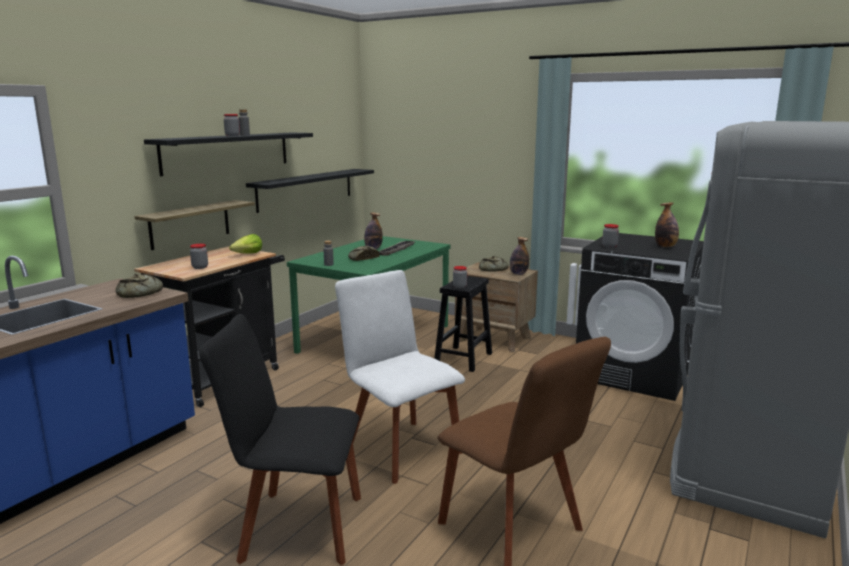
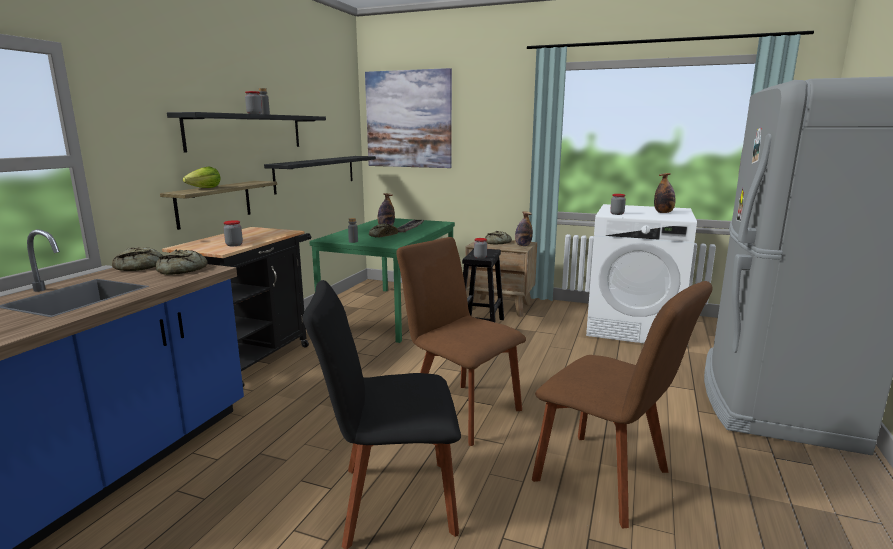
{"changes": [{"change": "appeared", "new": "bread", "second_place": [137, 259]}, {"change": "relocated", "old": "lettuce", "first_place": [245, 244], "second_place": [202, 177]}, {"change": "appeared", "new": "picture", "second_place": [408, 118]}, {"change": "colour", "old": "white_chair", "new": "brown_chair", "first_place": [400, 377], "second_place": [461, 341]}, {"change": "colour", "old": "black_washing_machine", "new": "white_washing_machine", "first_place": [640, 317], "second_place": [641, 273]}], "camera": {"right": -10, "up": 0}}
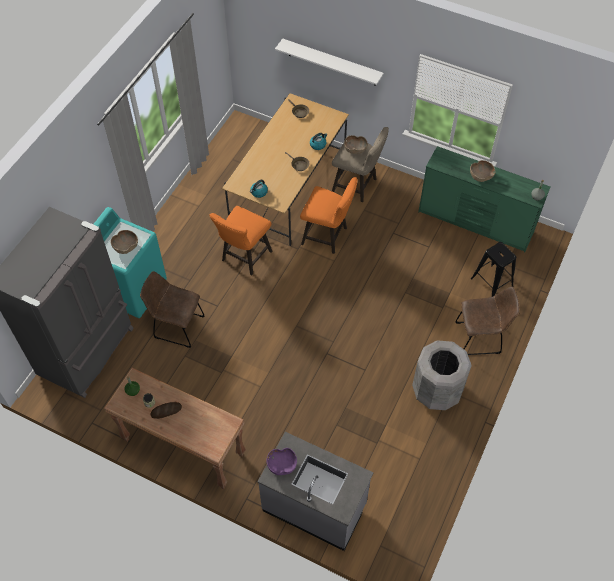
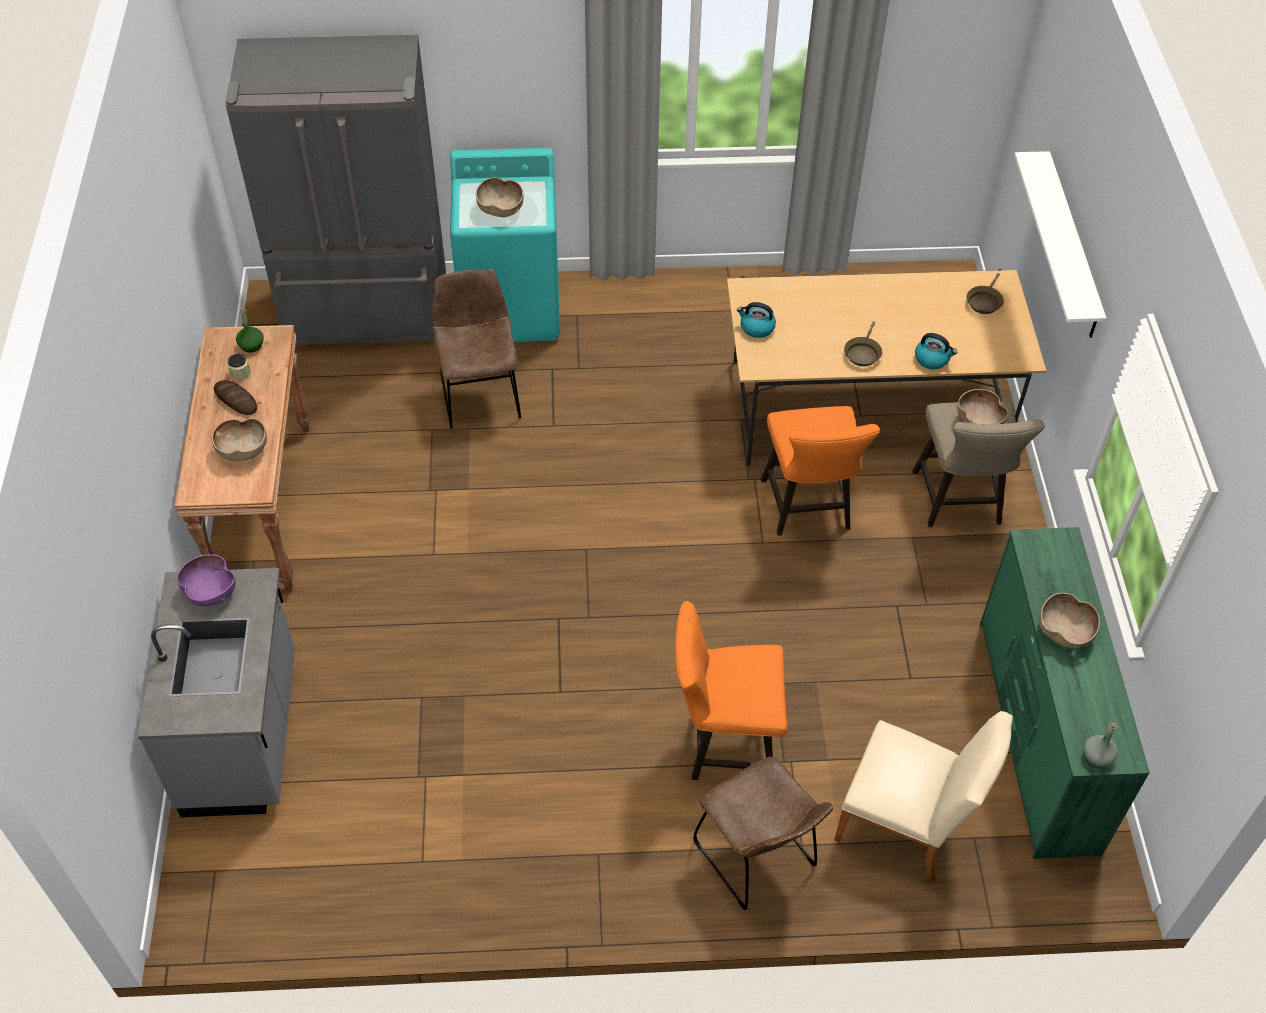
{"changes": [{"change": "appeared", "new": "brown_bowl", "second_place": [239, 439]}, {"change": "relocated", "old": "orange_stool", "first_place": [240, 240], "second_place": [731, 690]}, {"change": "exchanged", "old": "black_stool", "new": "beige_chair", "first_place": [493, 269], "second_place": [923, 796]}, {"change": "missing", "old": "grey_trash_can", "first_place": [442, 375]}], "camera": {"right": 60, "up": -5}}
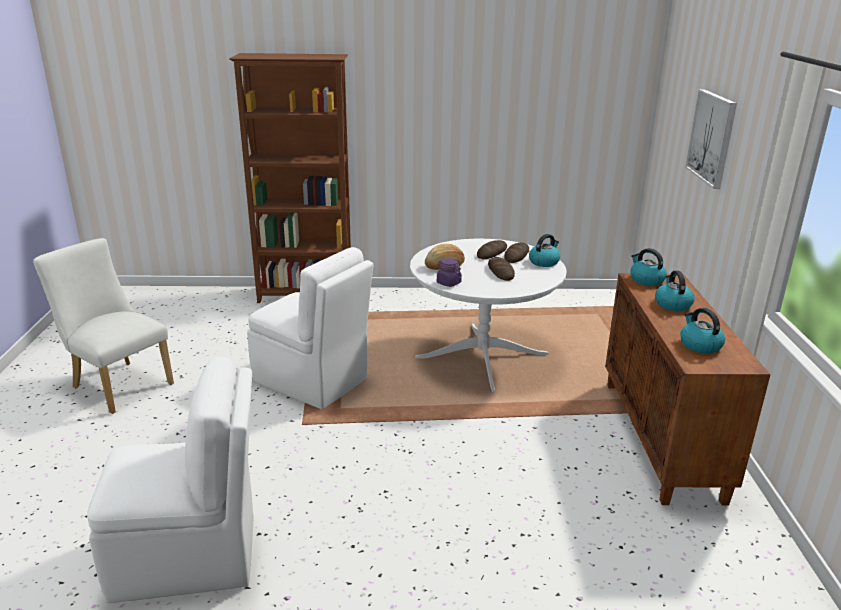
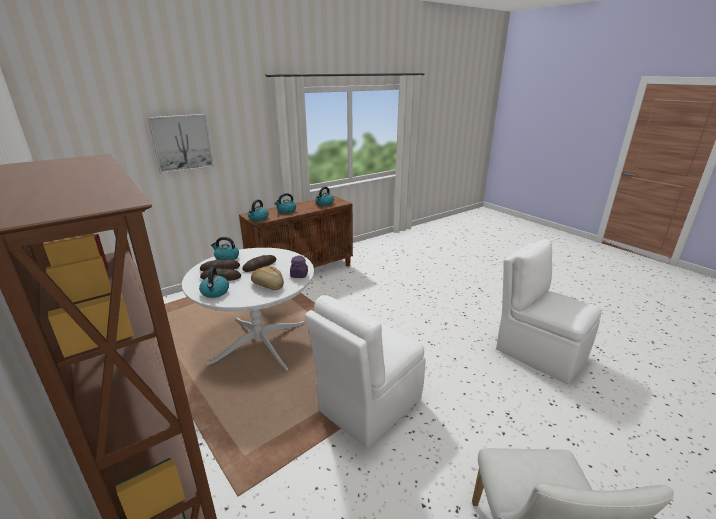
{"changes": [{"change": "appeared", "new": "kettle", "second_place": [214, 282]}, {"change": "spun", "old": "white_chair", "first_place": [310, 328], "second_place": [365, 371], "degrees": -135}], "camera": {"right": -125, "up": 0}}
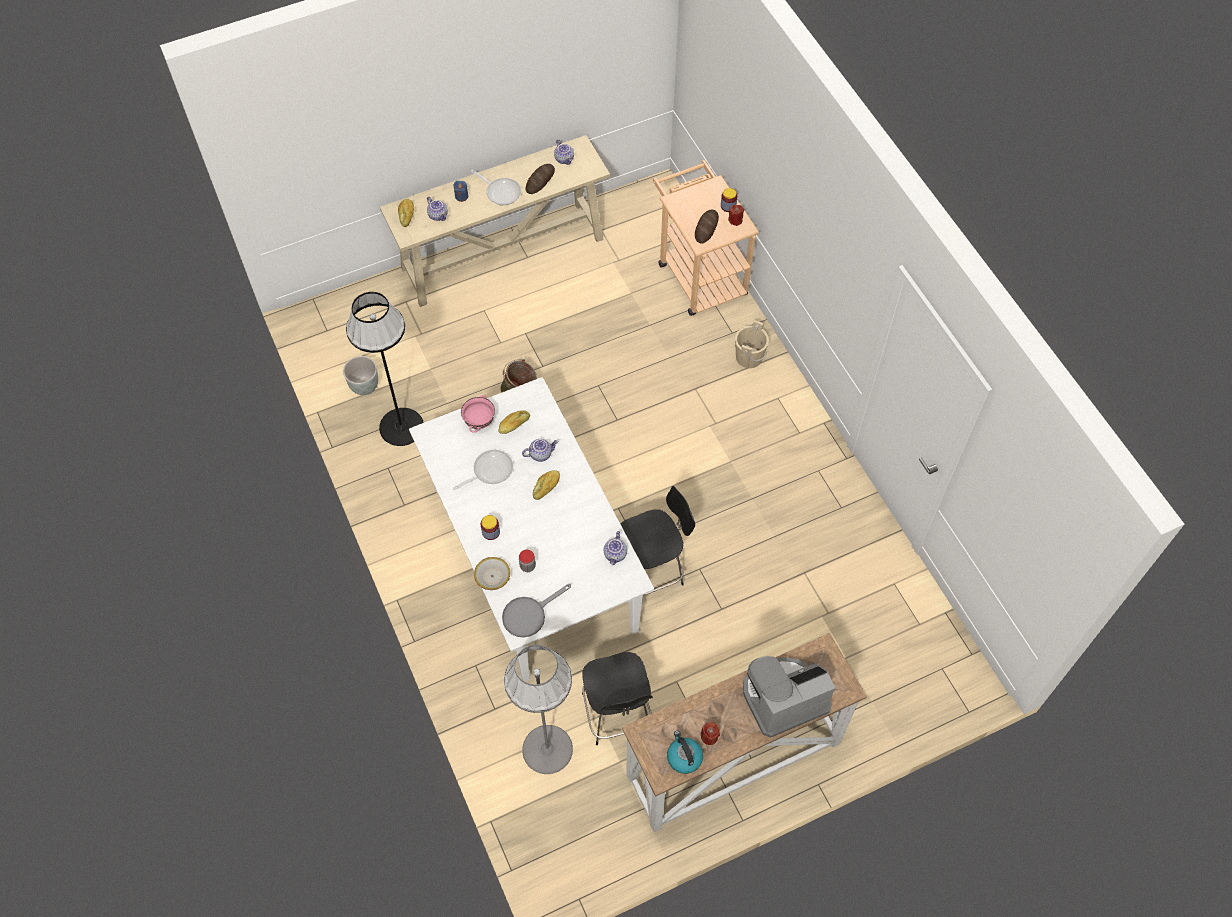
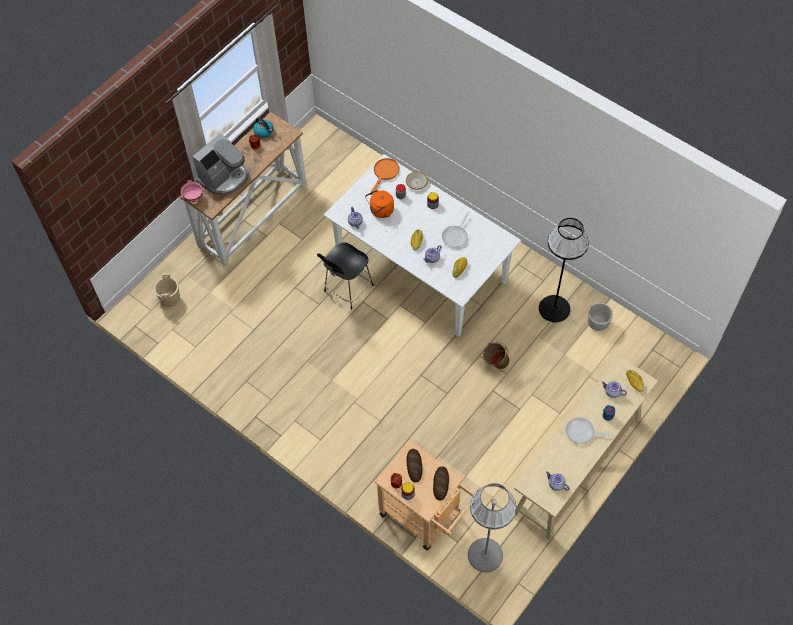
{"changes": [{"change": "relocated", "old": "beige_bucket", "first_place": [752, 344], "second_place": [167, 290]}, {"change": "relocated", "old": "pink_bowl", "first_place": [478, 414], "second_place": [191, 192]}, {"change": "appeared", "new": "orange_kettle", "second_place": [379, 204]}, {"change": "colour", "old": "grey_frying_pan", "new": "orange_frying_pan", "first_place": [536, 611], "second_place": [384, 176]}, {"change": "relocated", "old": "bread", "first_place": [540, 179], "second_place": [441, 483]}, {"change": "relocated", "old": "grey_floor_lamp", "first_place": [538, 709], "second_place": [492, 527]}, {"change": "missing", "old": "black_chair", "first_place": [617, 698]}], "camera": {"right": 155, "up": 0}}
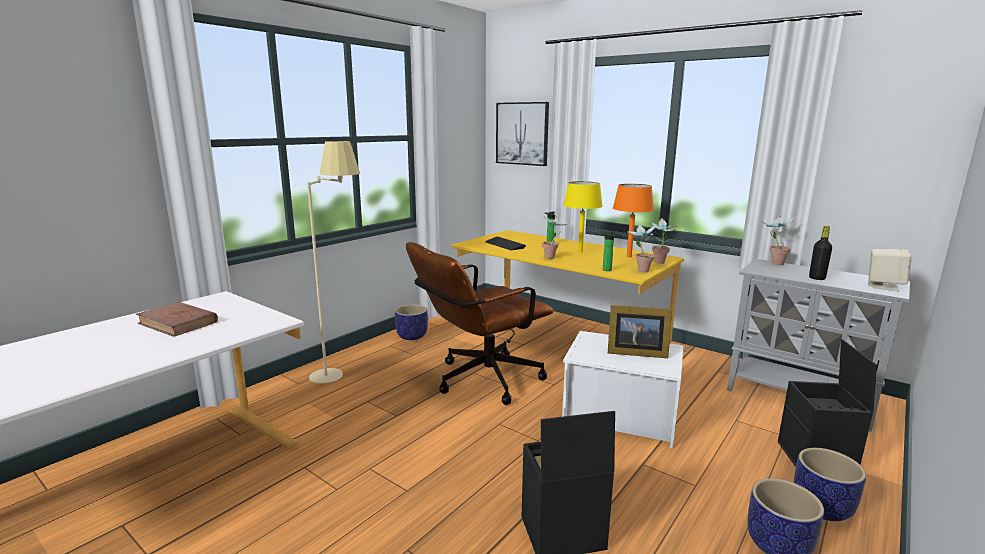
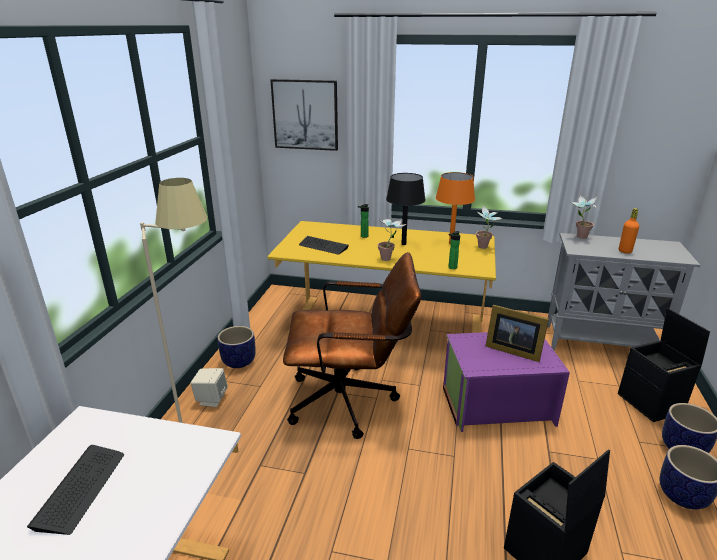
{"changes": [{"change": "exchanged", "old": "brown_book", "new": "keyboard", "first_place": [177, 319], "second_place": [75, 490]}, {"change": "relocated", "old": "beige_speaker", "first_place": [890, 270], "second_place": [209, 387]}, {"change": "spun", "old": "brown_office_chair", "first_place": [480, 323], "second_place": [352, 345], "degrees": -120}, {"change": "colour", "old": "yellow_table_lamp", "new": "black_table_lamp", "first_place": [583, 217], "second_place": [406, 209]}, {"change": "colour", "old": "white_storage_box", "new": "purple_storage_box", "first_place": [622, 390], "second_place": [506, 382]}, {"change": "spun", "old": "picture_frame", "first_place": [640, 331], "second_place": [517, 333], "degrees": 45}, {"change": "colour", "old": "black_bottle", "new": "orange_bottle", "first_place": [820, 253], "second_place": [629, 231]}, {"change": "missing", "old": "potted_plant", "first_place": [641, 248]}], "camera": {"right": -25, "up": 10}}
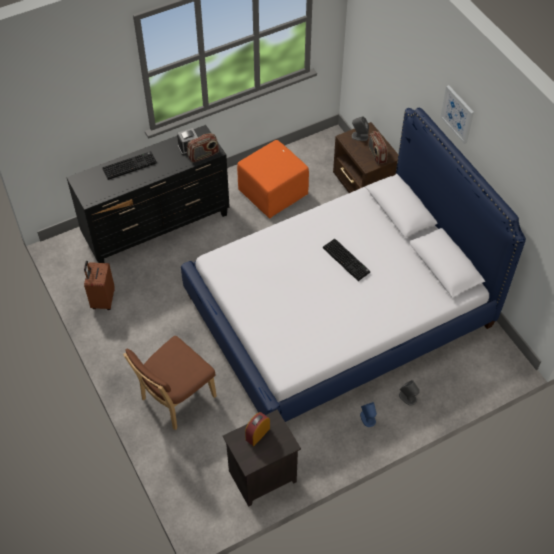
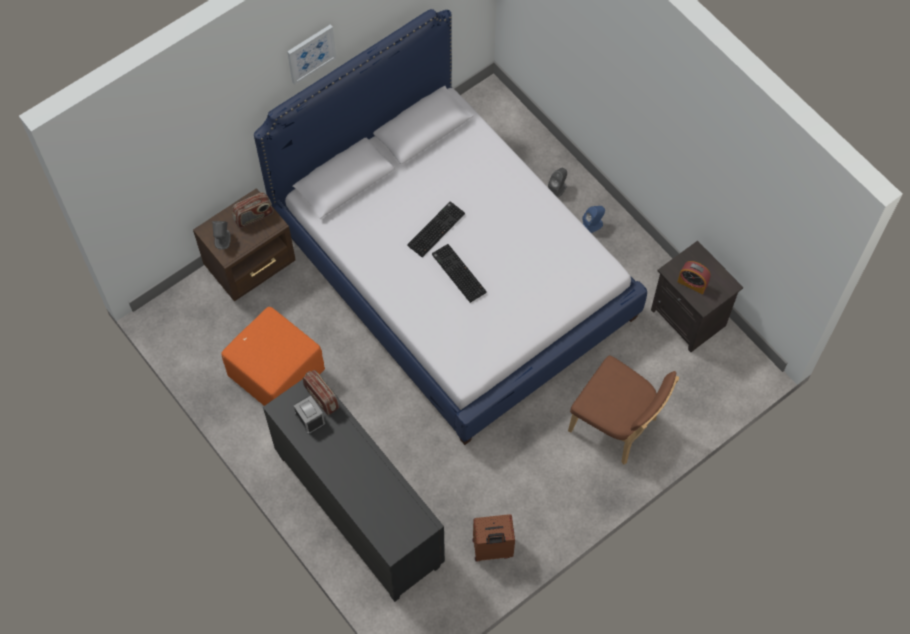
{"changes": [{"change": "relocated", "old": "keyboard", "first_place": [129, 165], "second_place": [459, 273]}], "camera": {"right": -100, "up": 10}}
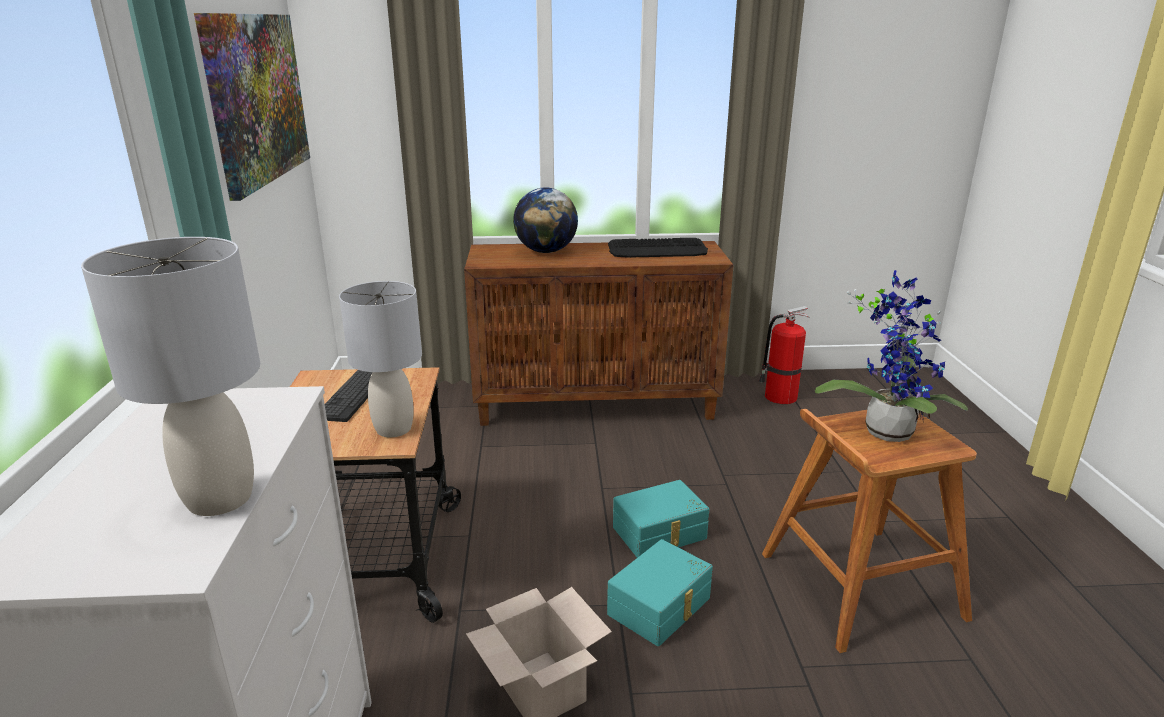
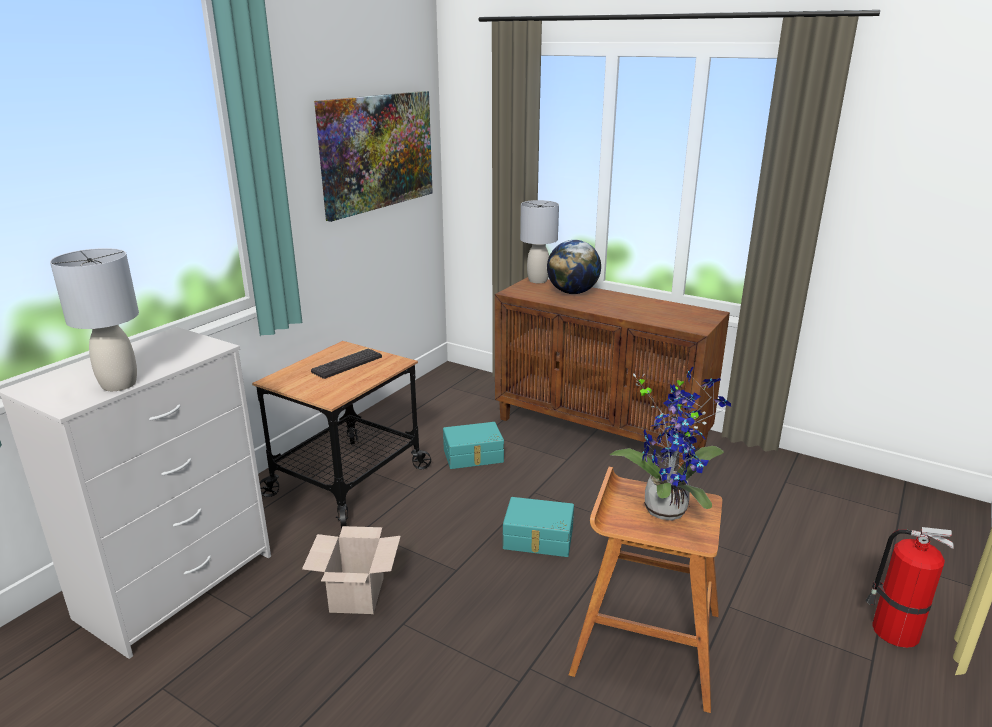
{"changes": [{"change": "relocated", "old": "turquoise_storage_box", "first_place": [660, 592], "second_place": [473, 445]}, {"change": "relocated", "old": "grey_table_lamp", "first_place": [380, 359], "second_place": [539, 241]}, {"change": "relocated", "old": "fire_extinguisher", "first_place": [784, 355], "second_place": [909, 587]}, {"change": "missing", "old": "keyboard", "first_place": [658, 248]}], "camera": {"right": 35, "up": 0}}
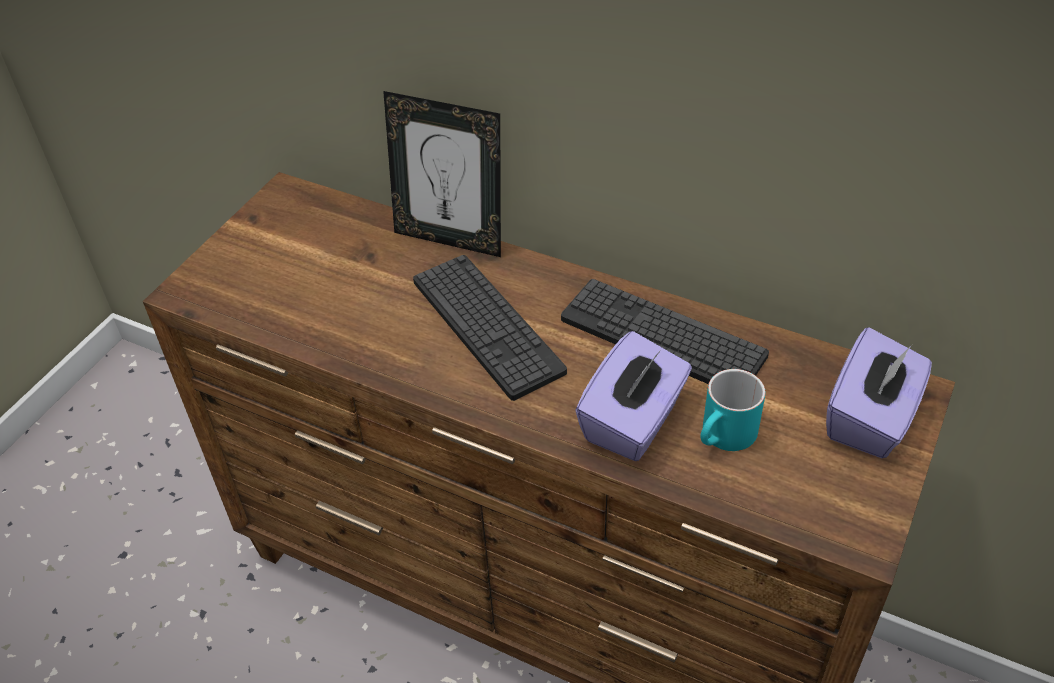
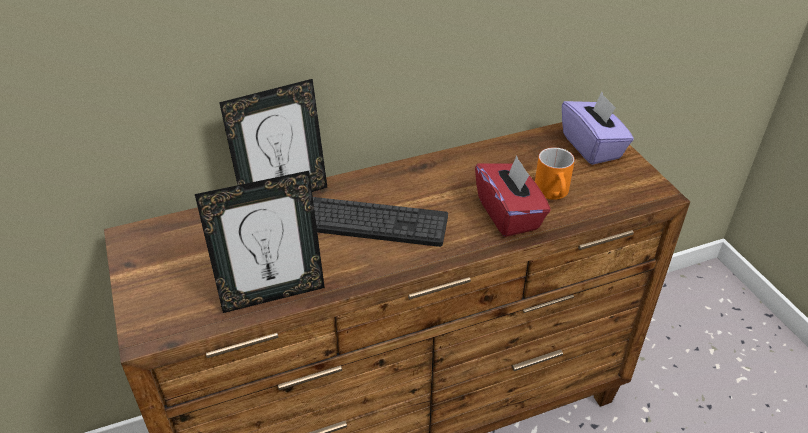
{"changes": [{"change": "appeared", "new": "picture_frame", "second_place": [260, 242]}, {"change": "colour", "old": "purple_tissue_box", "new": "red_tissue_box", "first_place": [633, 396], "second_place": [513, 196]}, {"change": "colour", "old": "turquoise_mug", "new": "orange_mug", "first_place": [733, 410], "second_place": [555, 173]}, {"change": "missing", "old": "keyboard", "first_place": [665, 331]}], "camera": {"right": -50, "up": -5}}
